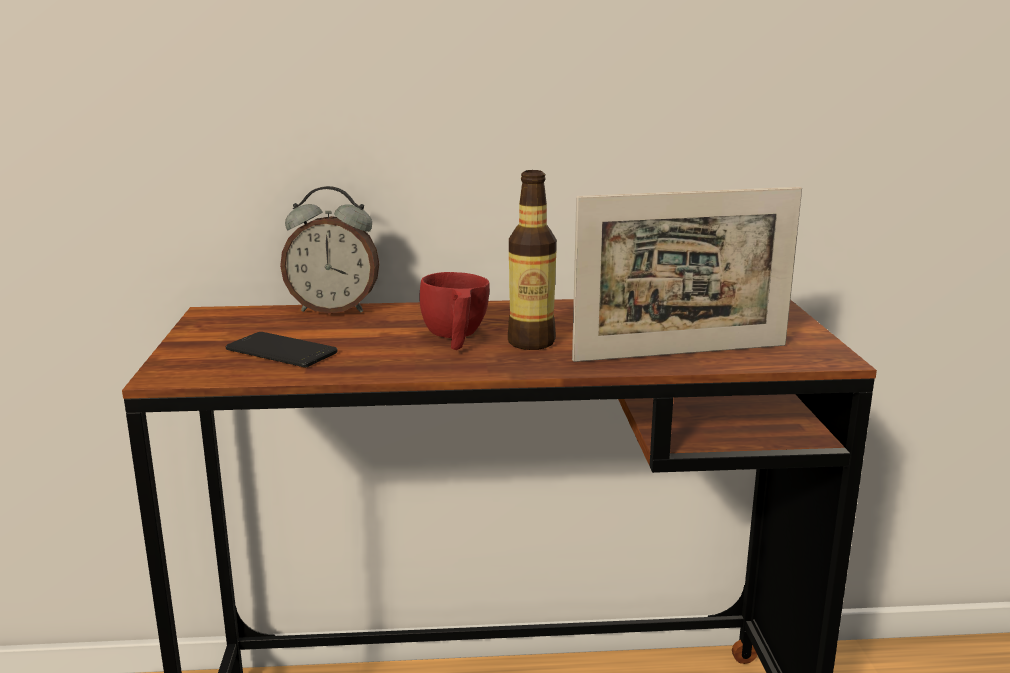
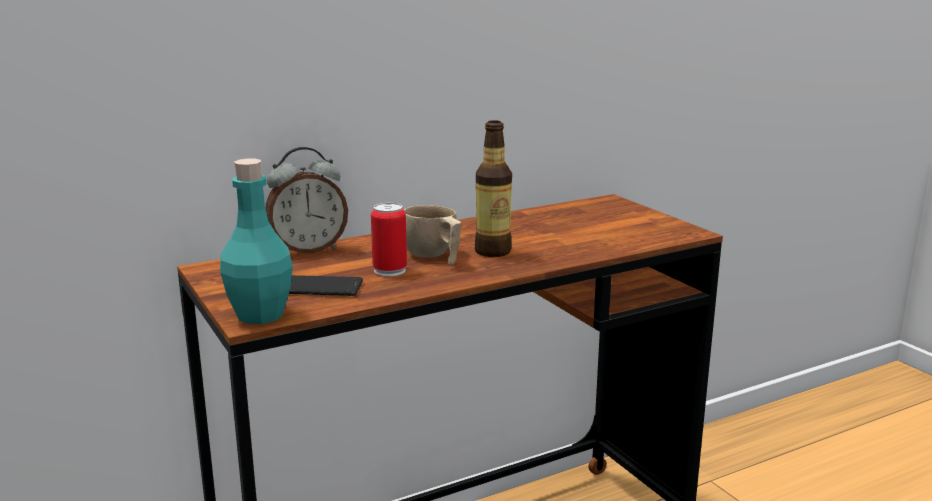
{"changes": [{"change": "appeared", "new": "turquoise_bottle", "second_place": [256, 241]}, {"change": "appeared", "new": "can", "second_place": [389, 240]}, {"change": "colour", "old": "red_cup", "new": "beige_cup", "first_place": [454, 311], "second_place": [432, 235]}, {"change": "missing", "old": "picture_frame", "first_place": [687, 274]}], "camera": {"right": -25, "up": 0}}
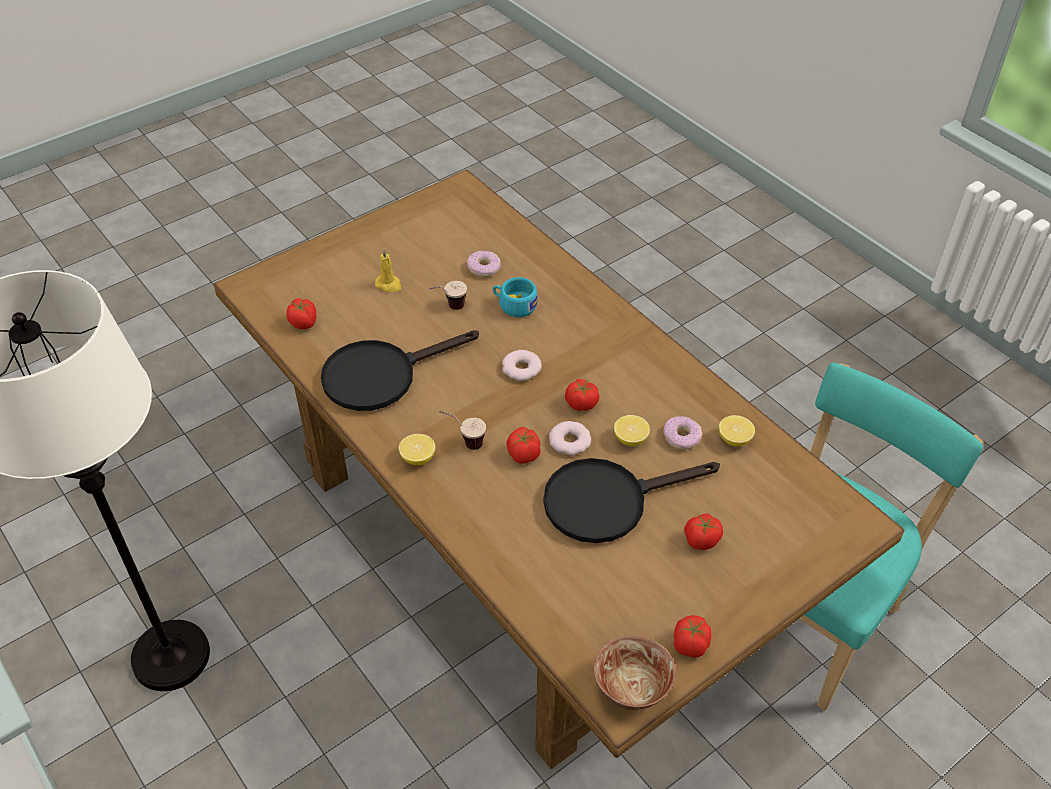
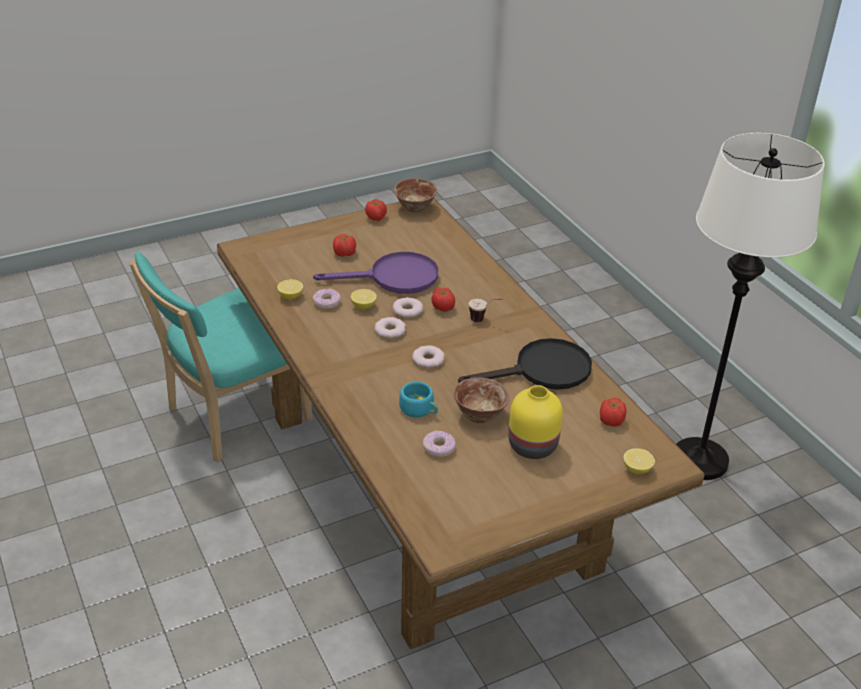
{"changes": [{"change": "colour", "old": "black_frying_pan", "new": "purple_frying_pan", "first_place": [631, 500], "second_place": [376, 273]}, {"change": "exchanged", "old": "tomato", "new": "donut", "first_place": [582, 395], "second_place": [390, 328]}, {"change": "exchanged", "old": "cup", "new": "bowl", "first_place": [448, 295], "second_place": [482, 400]}, {"change": "exchanged", "old": "yellow_candle", "new": "yellow_vase", "first_place": [388, 270], "second_place": [535, 422]}, {"change": "relocated", "old": "lemon", "first_place": [417, 449], "second_place": [639, 461]}], "camera": {"right": -170, "up": -10}}
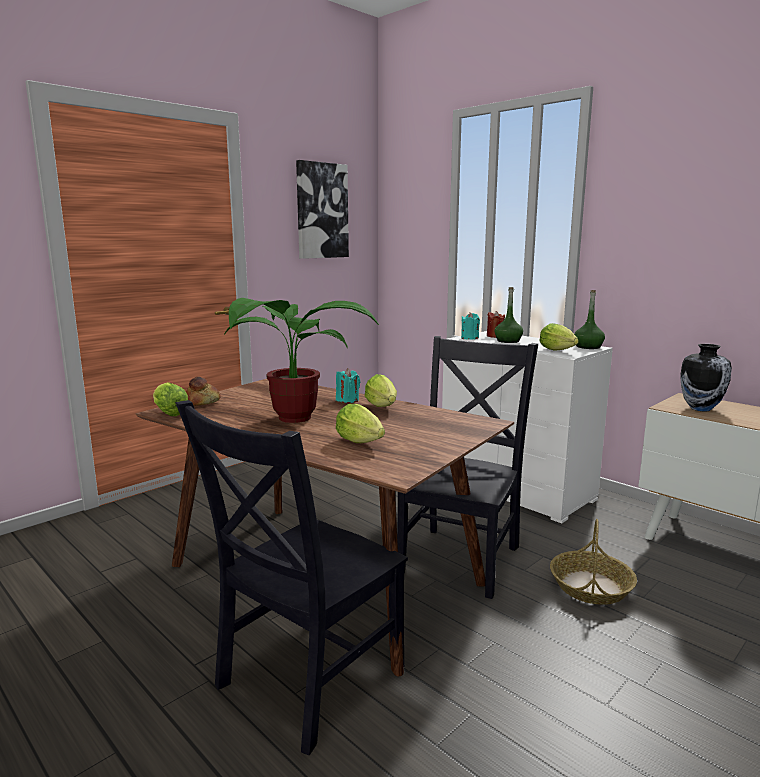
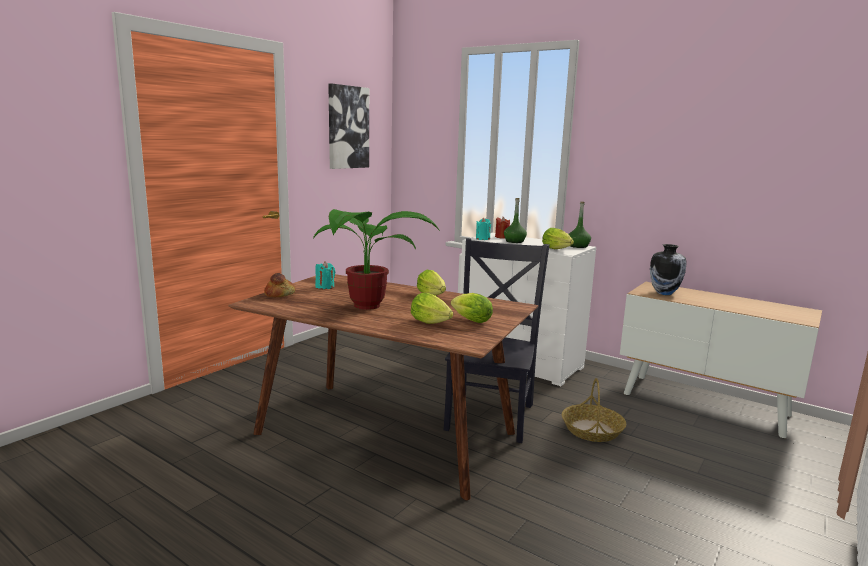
{"changes": [{"change": "relocated", "old": "turquoise_candle", "first_place": [348, 385], "second_place": [325, 275]}, {"change": "relocated", "old": "lettuce", "first_place": [170, 399], "second_place": [472, 308]}, {"change": "missing", "old": "black_chair", "first_place": [291, 577]}], "camera": {"right": -10, "up": 0}}
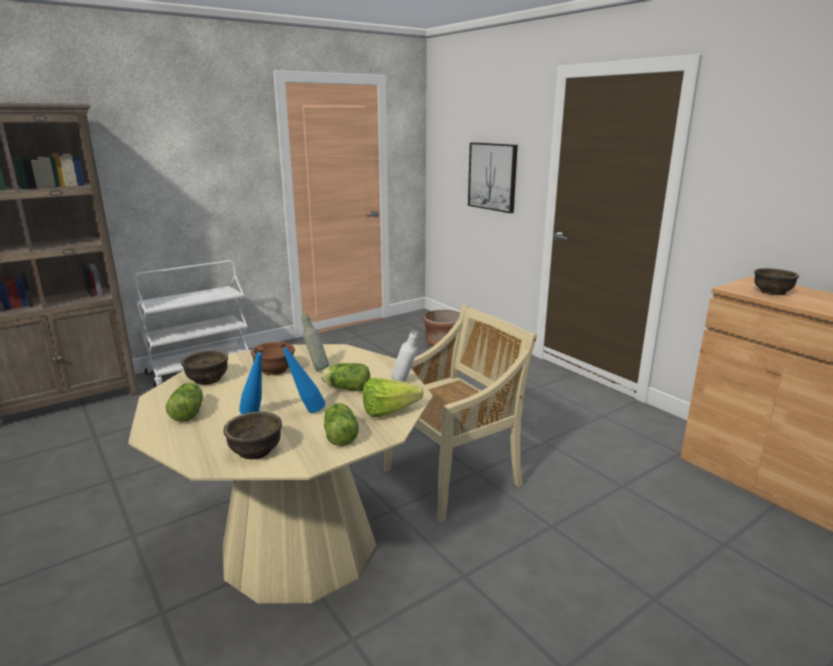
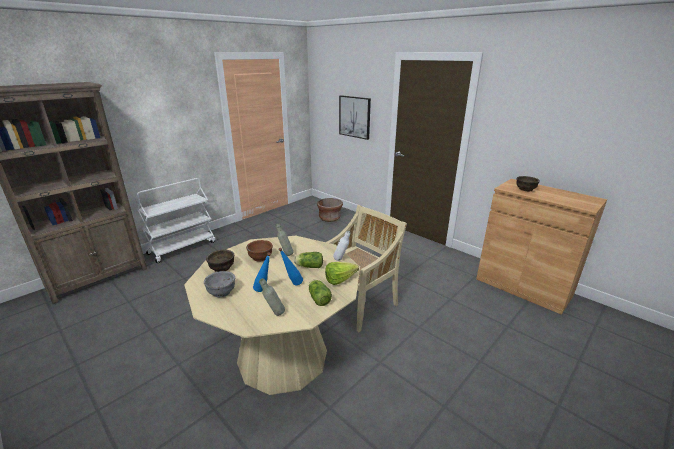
{"changes": [{"change": "exchanged", "old": "lettuce", "new": "grey_bowl", "first_place": [184, 402], "second_place": [219, 284]}, {"change": "exchanged", "old": "brown_bowl", "new": "grey_bottle", "first_place": [253, 435], "second_place": [272, 297]}], "camera": {"right": -10, "up": 5}}
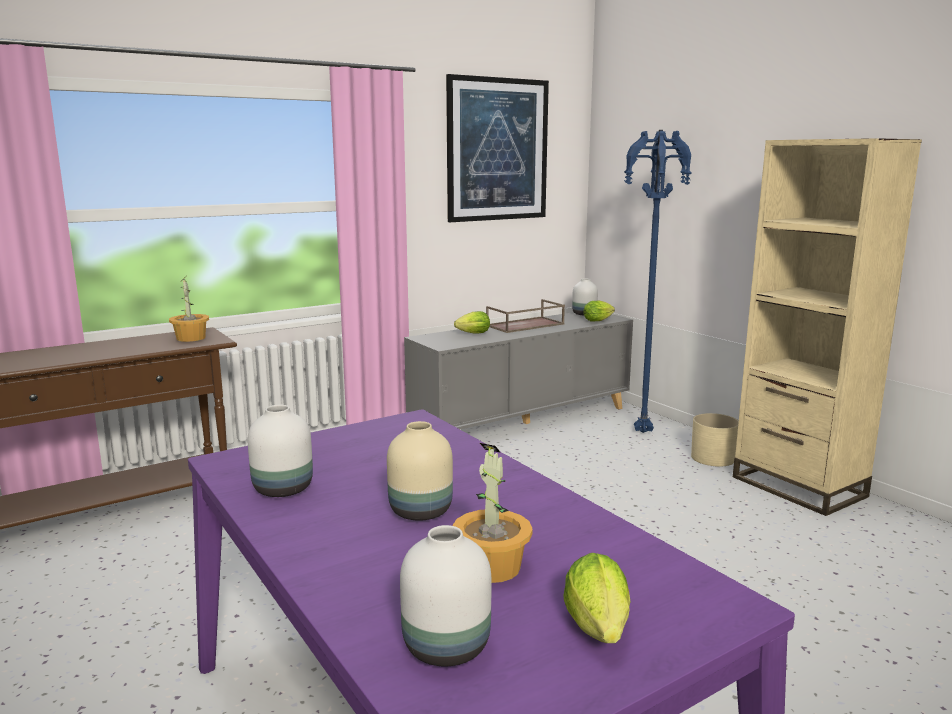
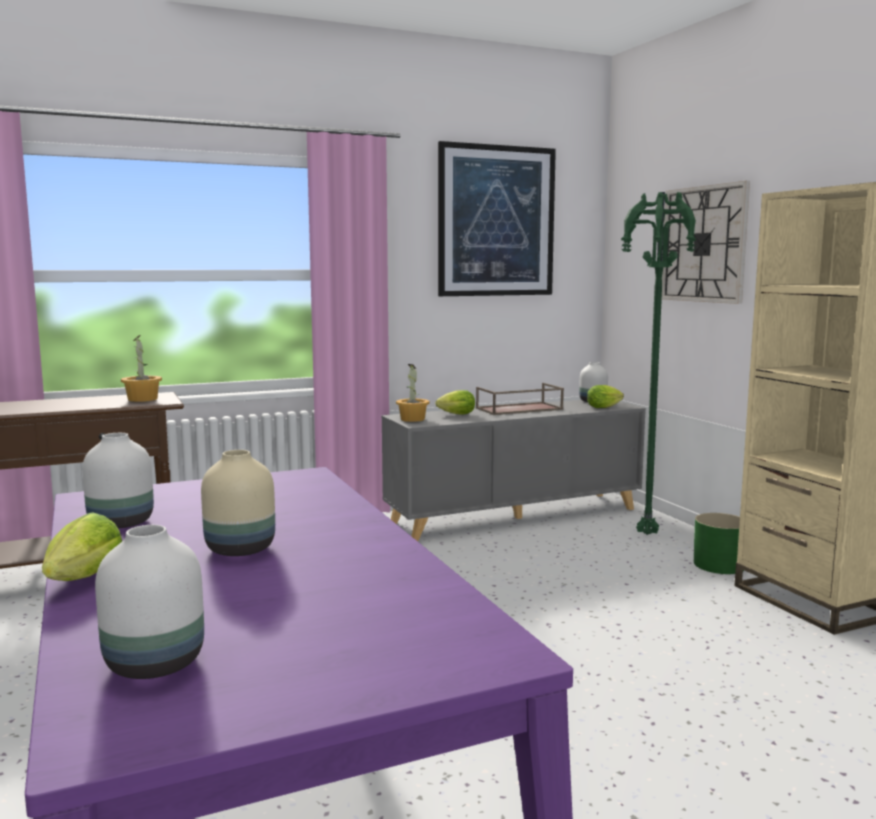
{"changes": [{"change": "relocated", "old": "lettuce", "first_place": [597, 598], "second_place": [82, 546]}, {"change": "relocated", "old": "potted_plant", "first_place": [492, 513], "second_place": [412, 393]}, {"change": "colour", "old": "blue_floor_lamp", "new": "green_floor_lamp", "first_place": [658, 281], "second_place": [658, 363]}, {"change": "appeared", "new": "wall_clock", "second_place": [706, 242]}, {"change": "colour", "old": "beige_planter", "new": "green_planter", "first_place": [715, 440], "second_place": [719, 543]}], "camera": {"right": 10, "up": -5}}
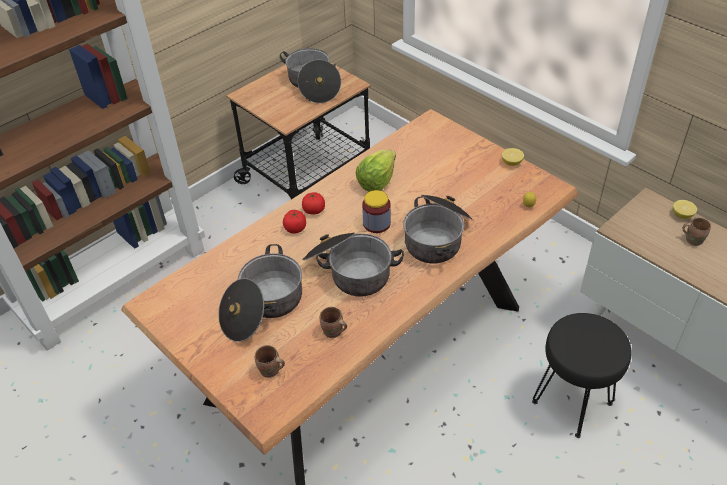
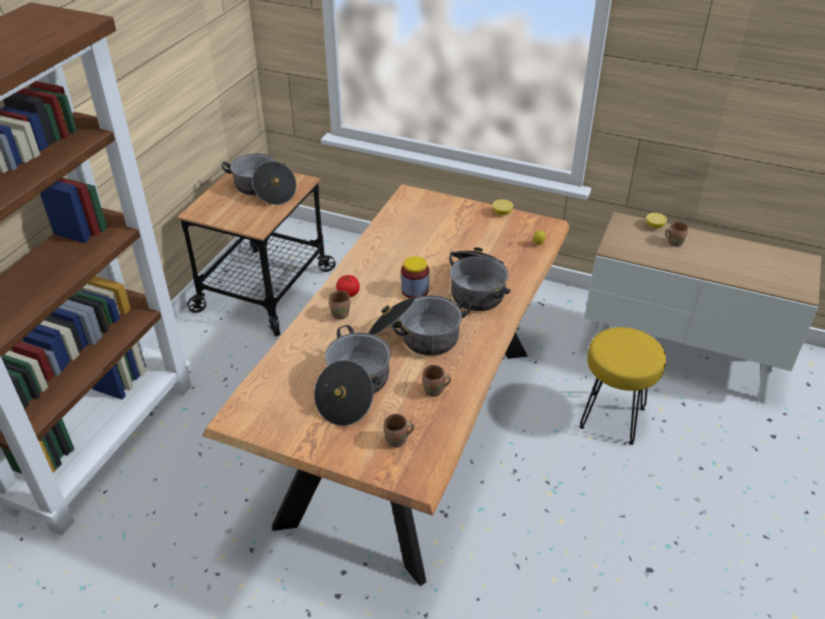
{"changes": [{"change": "exchanged", "old": "tomato", "new": "brown_mug", "first_place": [294, 222], "second_place": [339, 305]}, {"change": "colour", "old": "black_stool", "new": "yellow_stool", "first_place": [582, 375], "second_place": [622, 386]}, {"change": "missing", "old": "lettuce", "first_place": [376, 171]}], "camera": {"right": -25, "up": -5}}
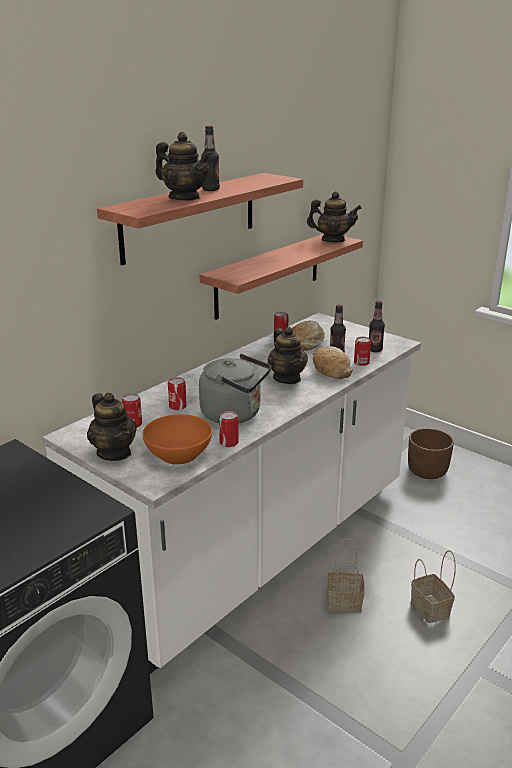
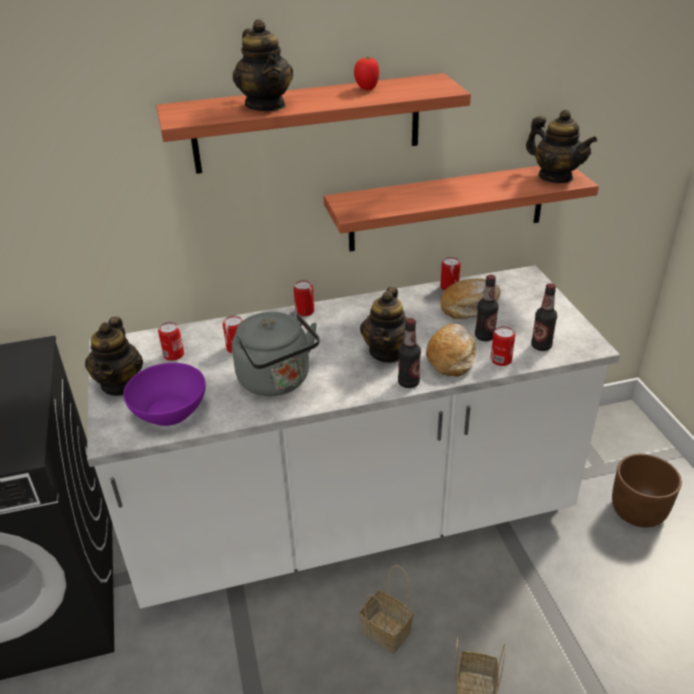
{"changes": [{"change": "colour", "old": "orange_bowl", "new": "purple_bowl", "first_place": [177, 439], "second_place": [164, 394]}, {"change": "relocated", "old": "can", "first_place": [229, 429], "second_place": [304, 298]}, {"change": "appeared", "new": "tomato", "second_place": [366, 73]}, {"change": "relocated", "old": "bottle", "first_place": [210, 158], "second_place": [409, 353]}], "camera": {"right": 35, "up": 10}}
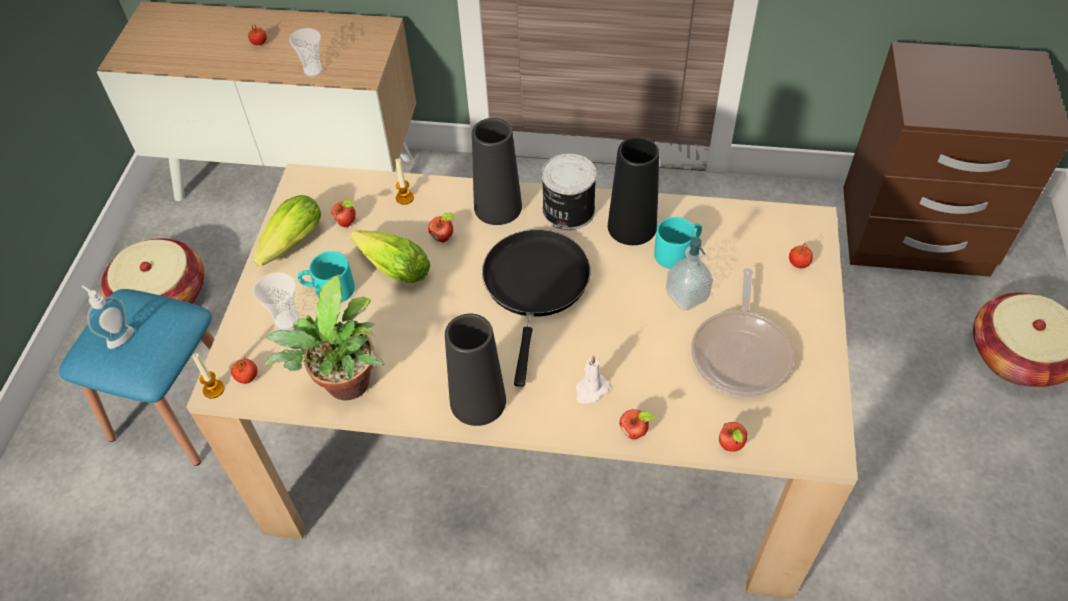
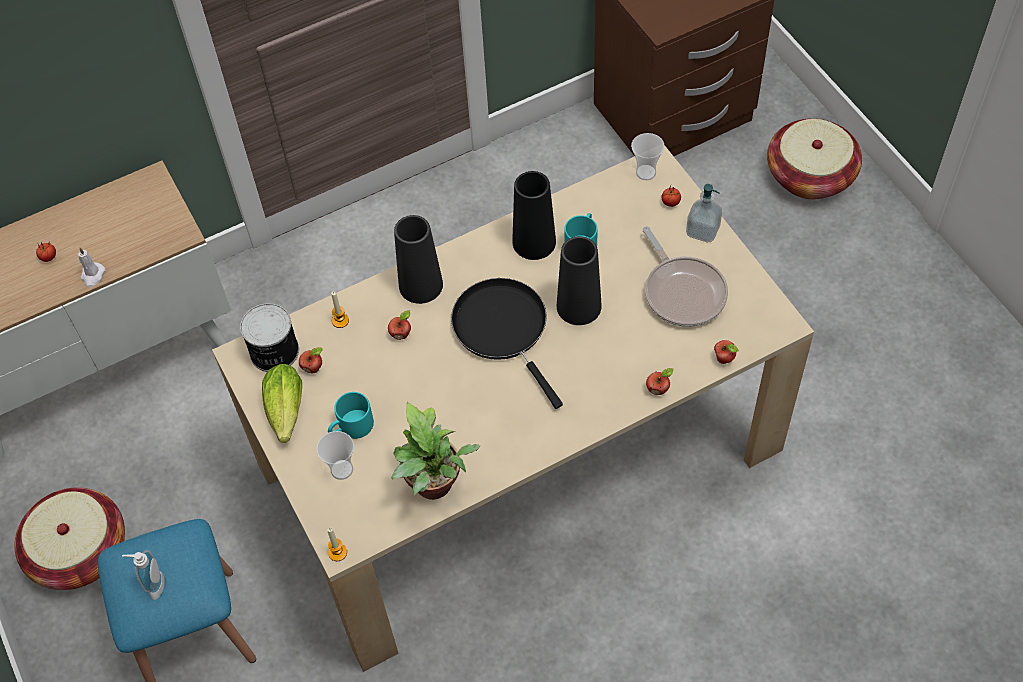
{"changes": [{"change": "relocated", "old": "white_candle", "first_place": [592, 379], "second_place": [91, 267]}, {"change": "relocated", "old": "can", "first_place": [569, 192], "second_place": [269, 337]}, {"change": "relocated", "old": "black_vase", "first_place": [475, 370], "second_place": [579, 280]}, {"change": "relocated", "old": "cup", "first_place": [306, 52], "second_place": [648, 156]}, {"change": "relocated", "old": "soap_dispenser", "first_place": [689, 273], "second_place": [704, 213]}, {"change": "missing", "old": "tomato", "first_place": [243, 370]}, {"change": "missing", "old": "lettuce", "first_place": [390, 256]}], "camera": {"right": -35, "up": 5}}
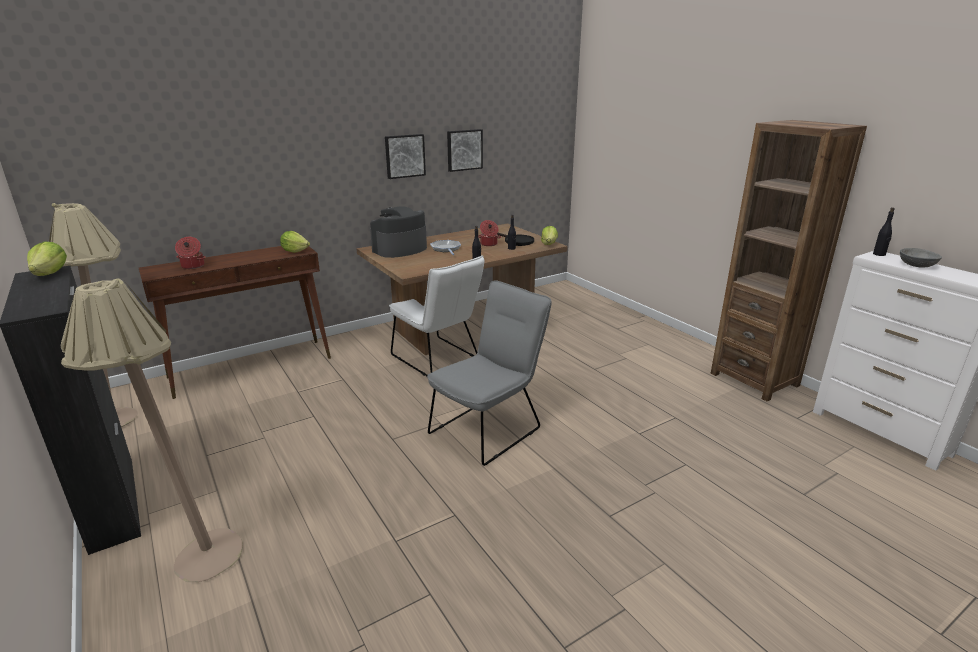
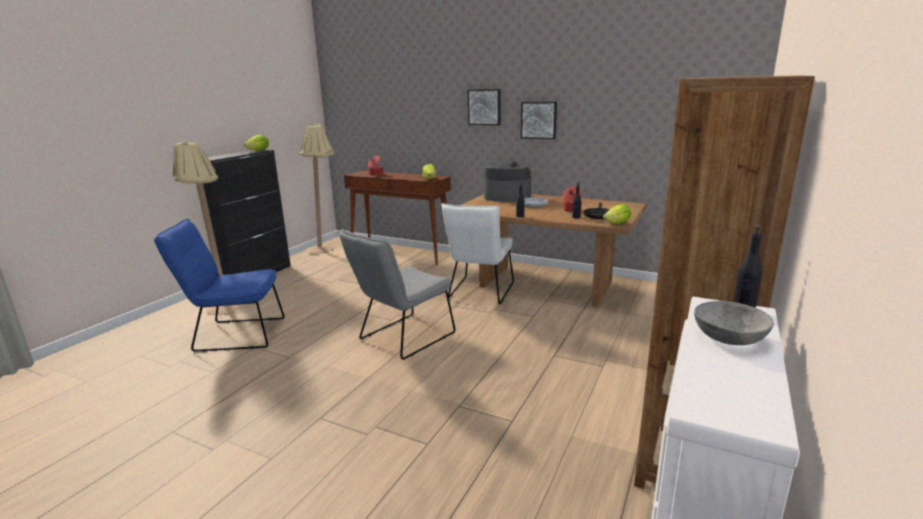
{"changes": [{"change": "appeared", "new": "blue_chair", "second_place": [219, 285]}, {"change": "spun", "old": "grey_chair", "first_place": [489, 373], "second_place": [397, 294], "degrees": 120}, {"change": "relocated", "old": "picture", "first_place": [465, 150], "second_place": [484, 107]}], "camera": {"right": 60, "up": -5}}
